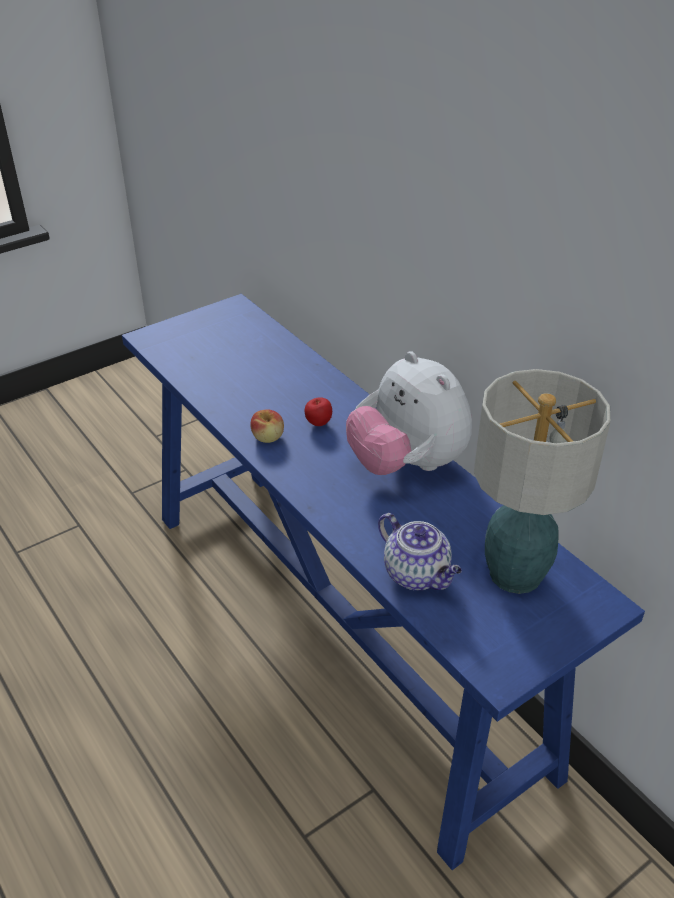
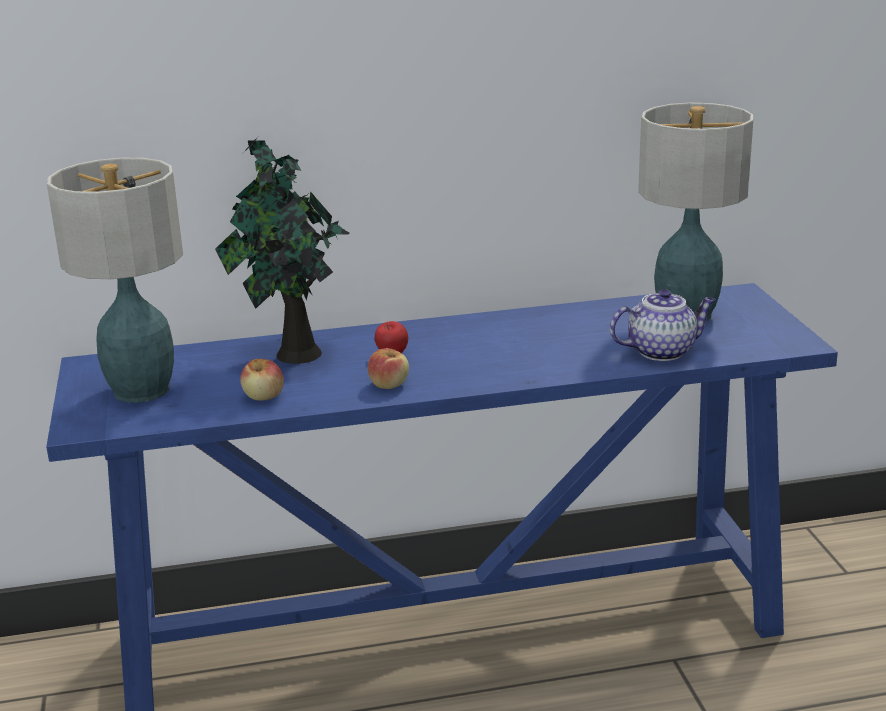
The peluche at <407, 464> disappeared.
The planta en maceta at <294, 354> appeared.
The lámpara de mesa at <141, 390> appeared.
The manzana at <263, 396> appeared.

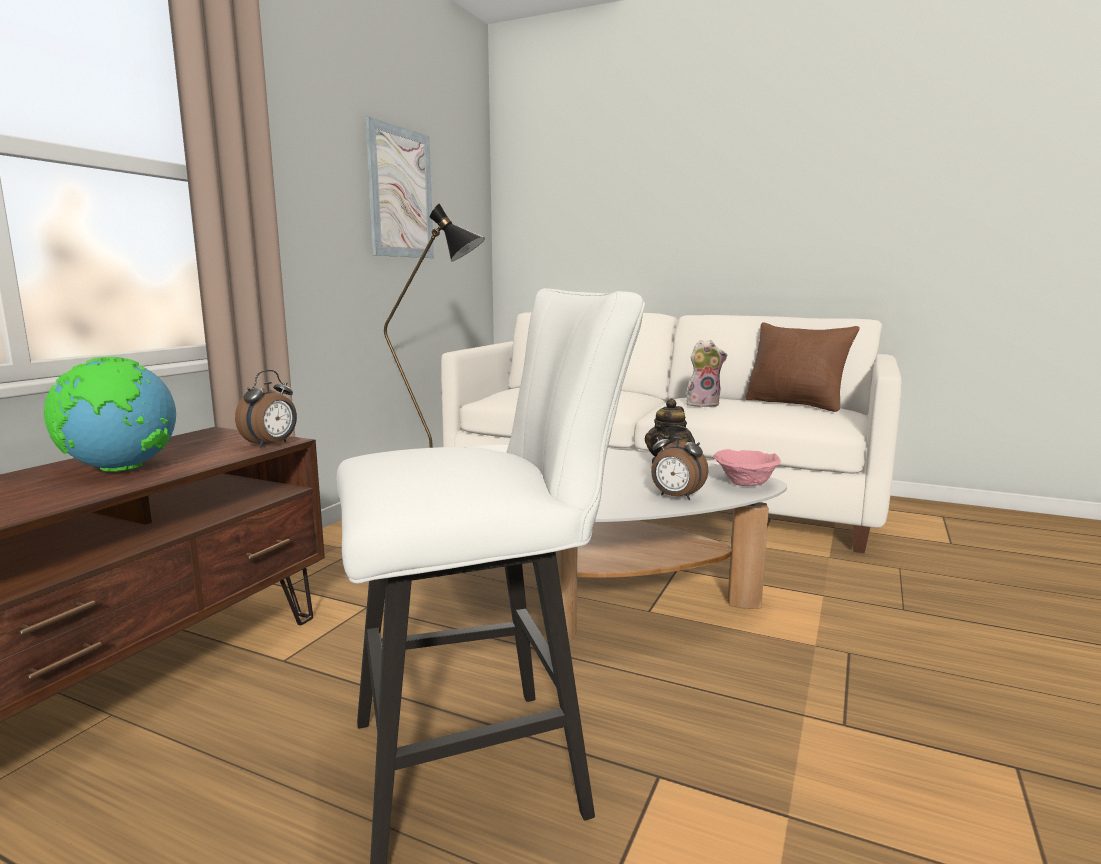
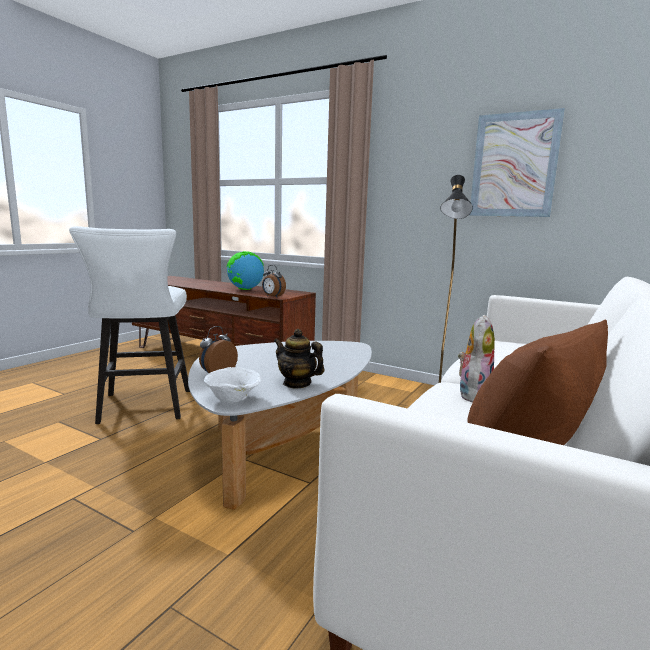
The peluche at <703, 404> turned 150 degrees counterclockwise.
The cuenco (rosa) at <744, 483> became the cuenco (blanco) at <234, 398>.

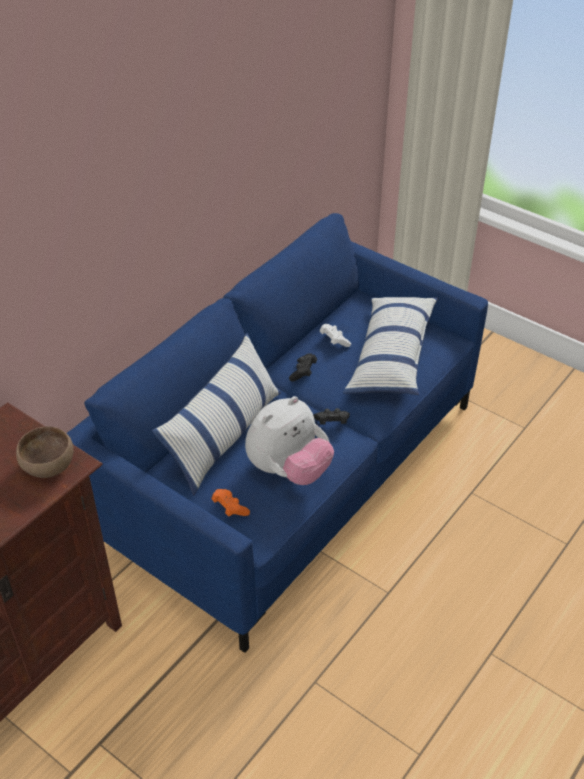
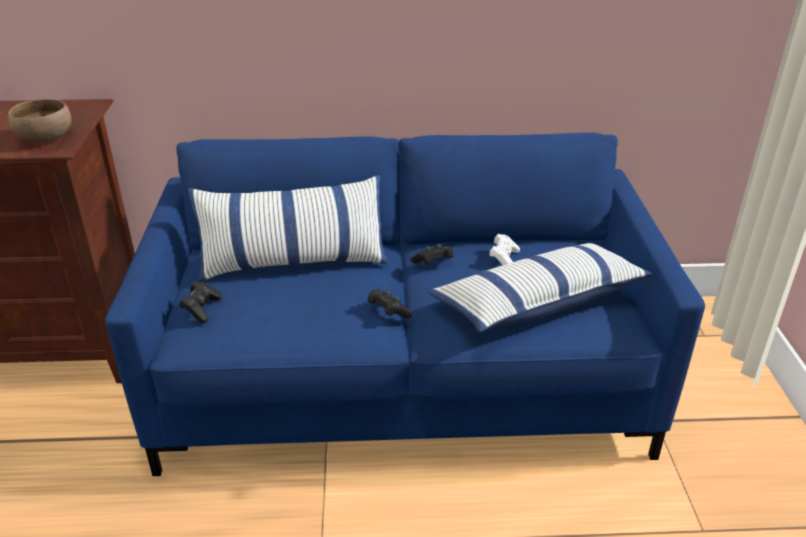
The peluche at <288, 470> disappeared.
The mando de consola (naranja) at <229, 508> became the mando de consola (negro) at <201, 309>.

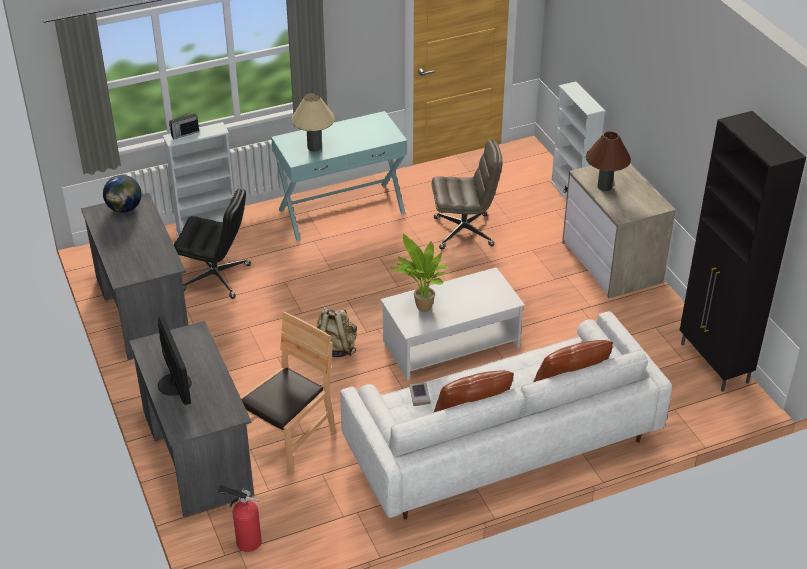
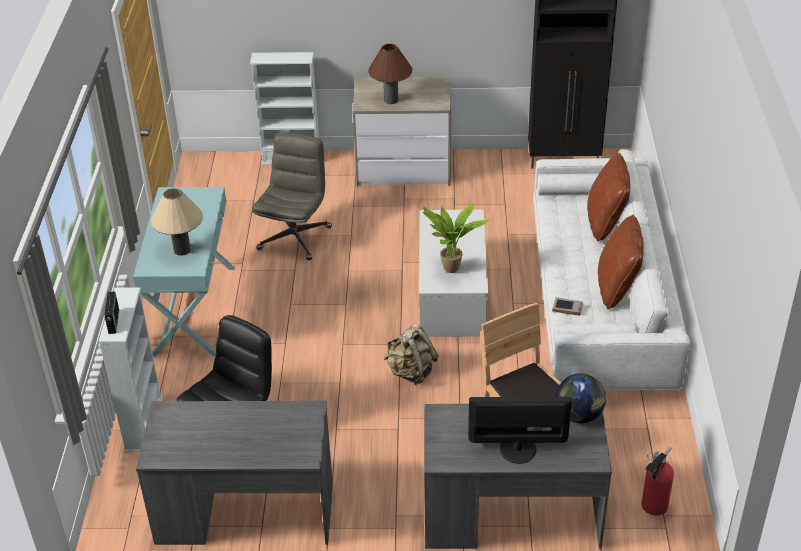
The globo terráqueo moved from <124, 209> to <579, 415>.

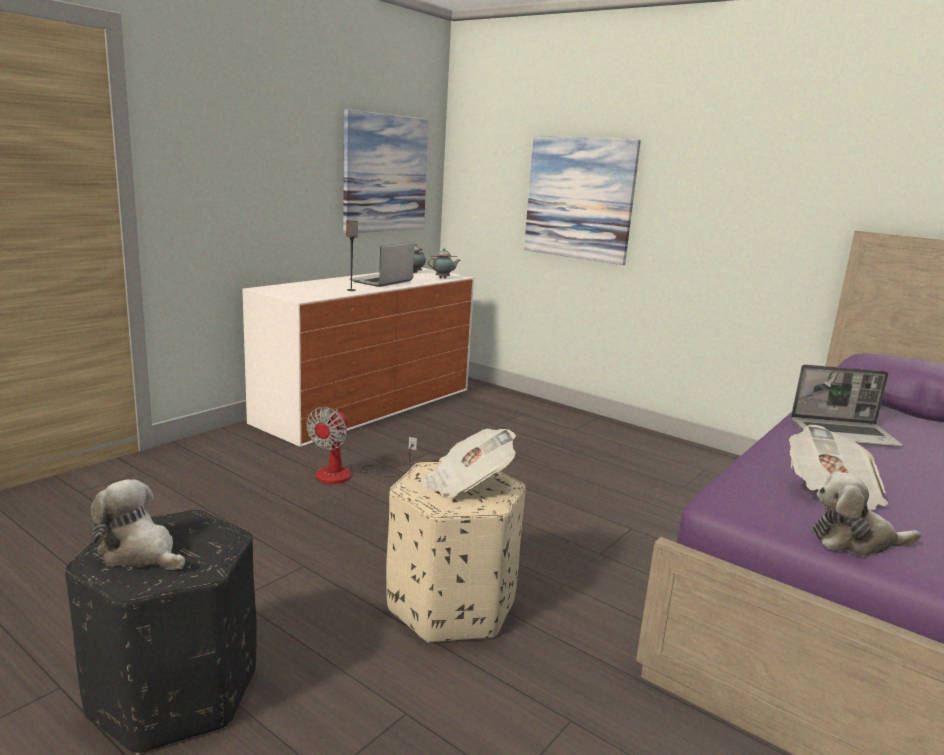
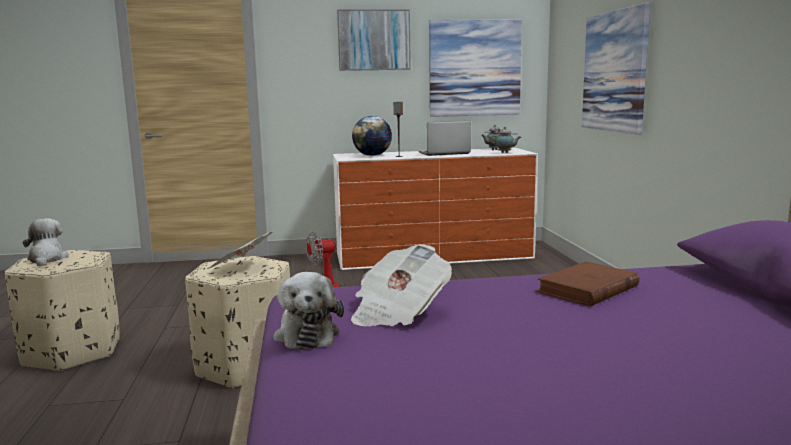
The portátil at <844, 434> was replaced by the libro (marrón) at <587, 289>.
The peluche at <855, 541> turned 150 degrees counterclockwise.
The puf (negro) at <173, 693> became the puf (beis) at <71, 352>.
The cuadro at <374, 40> appeared.
The globo terráqueo at <372, 155> appeared.

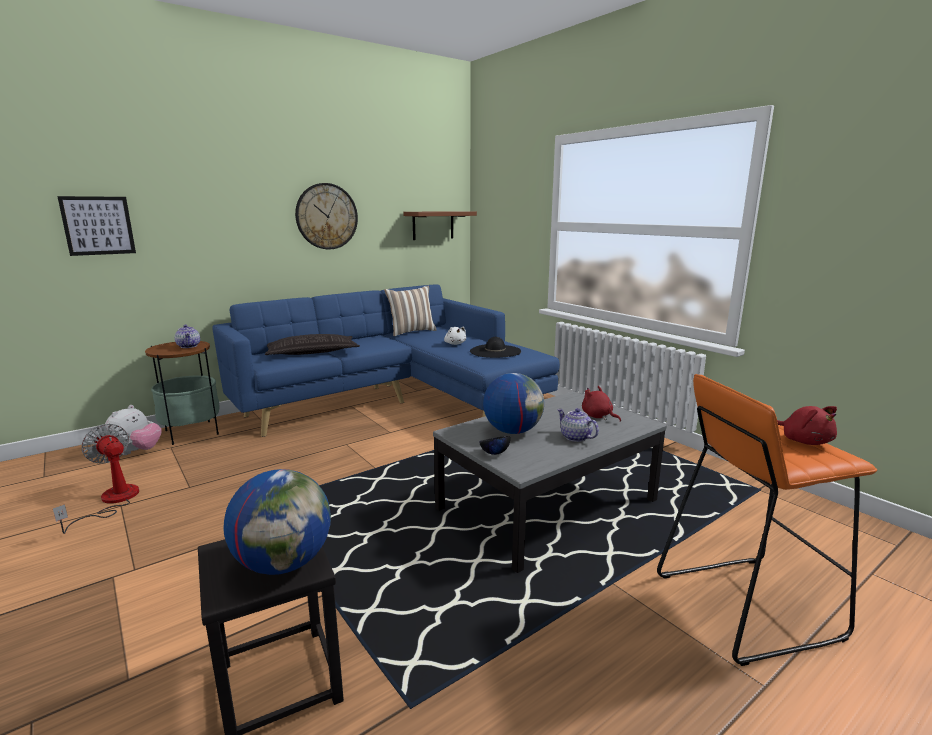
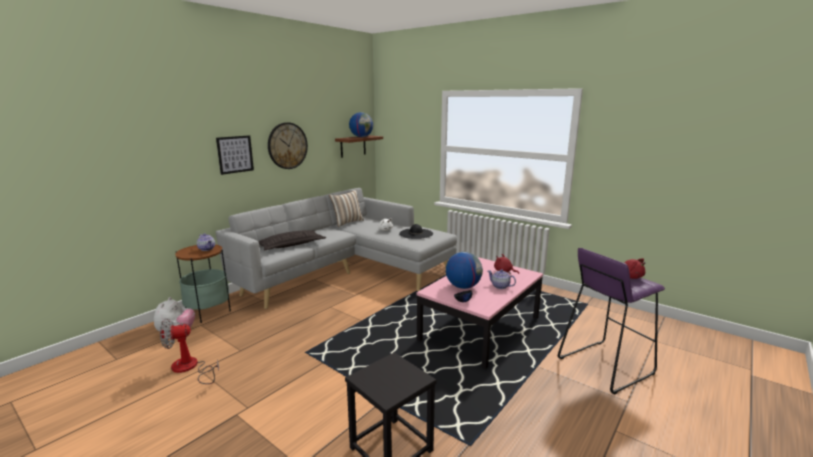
The cuadro moved from <98, 225> to <235, 154>.
The sofá (azul) at <402, 403> became the sofá (gris) at <349, 273>.
The taburete (naranja) at <745, 605> became the taburete (morado) at <604, 365>.
The mesa de centro (gris) at <547, 504> became the mesa de centro (rosa) at <480, 328>.
The ventilador at <112, 501> turned 45 degrees counterclockwise.
The globo terráqueo moved from <284, 563> to <361, 137>.

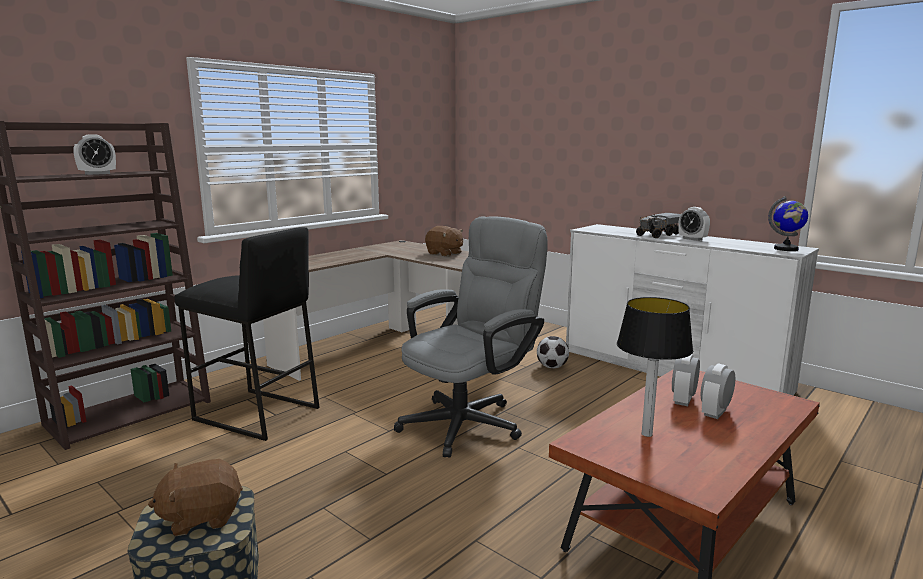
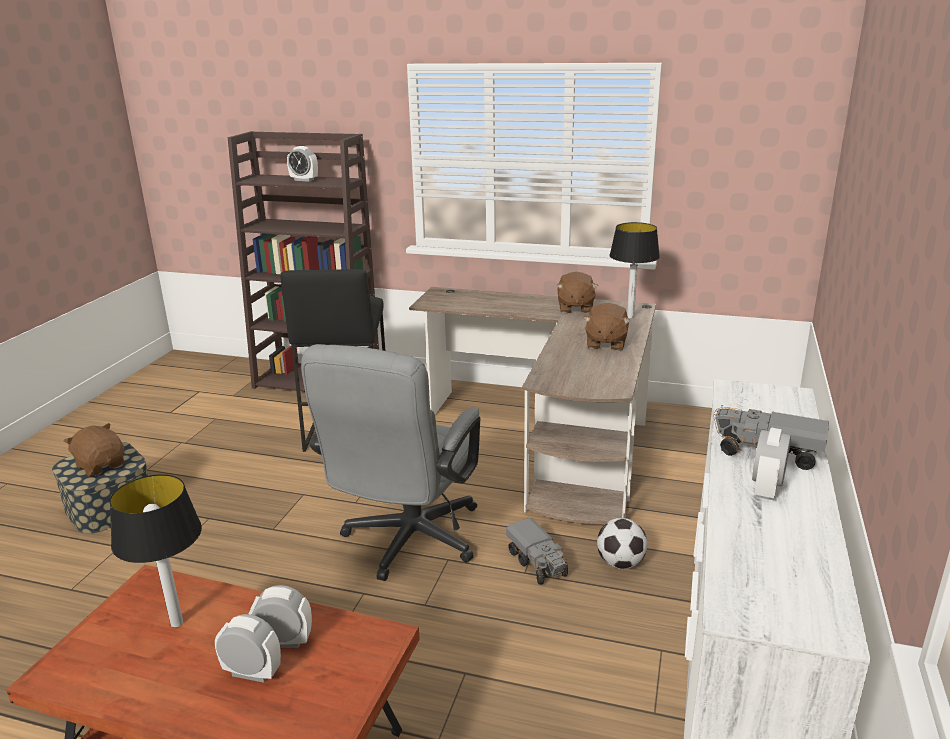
The globo terráqueo at <786, 249> disappeared.
The silla de oficina (gris) at <470, 421> turned 90 degrees clockwise.
The lámpara de mesa at <631, 317> appeared.
The peluche (marrón) at <575, 308> appeared.
The camión de juguete at <538, 563> appeared.

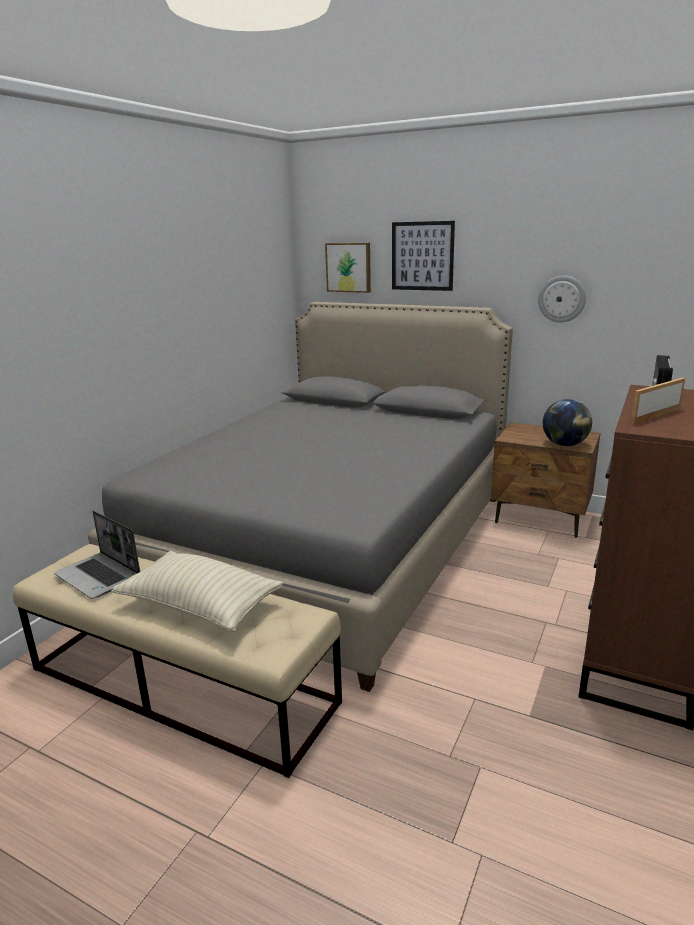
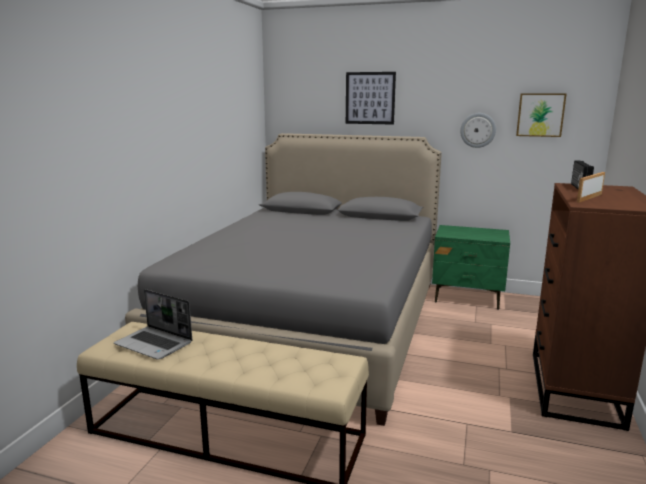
The cuadro moved from <349, 267> to <540, 115>.
The globo terráqueo at <564, 445> disappeared.
The mesita de noche (marrón) at <541, 518> became the mesita de noche (verde) at <467, 298>.
The cojín (beis) at <200, 606> disappeared.

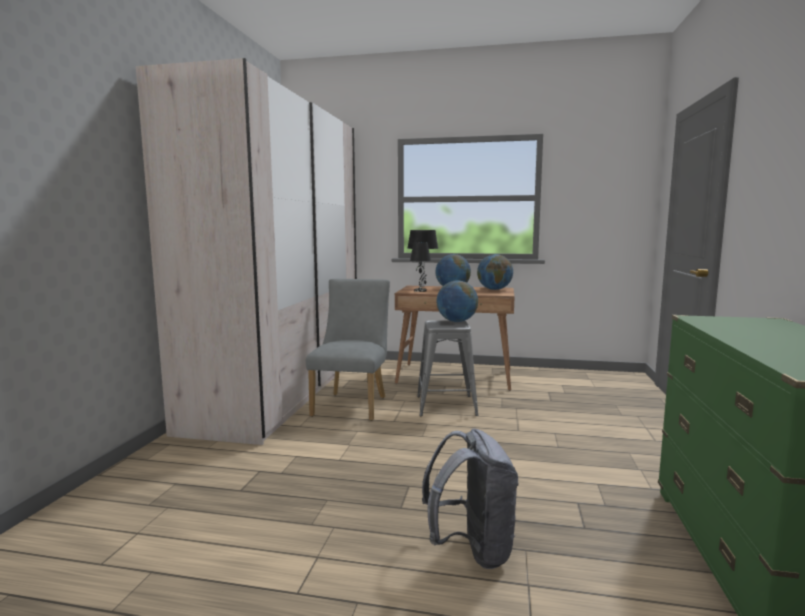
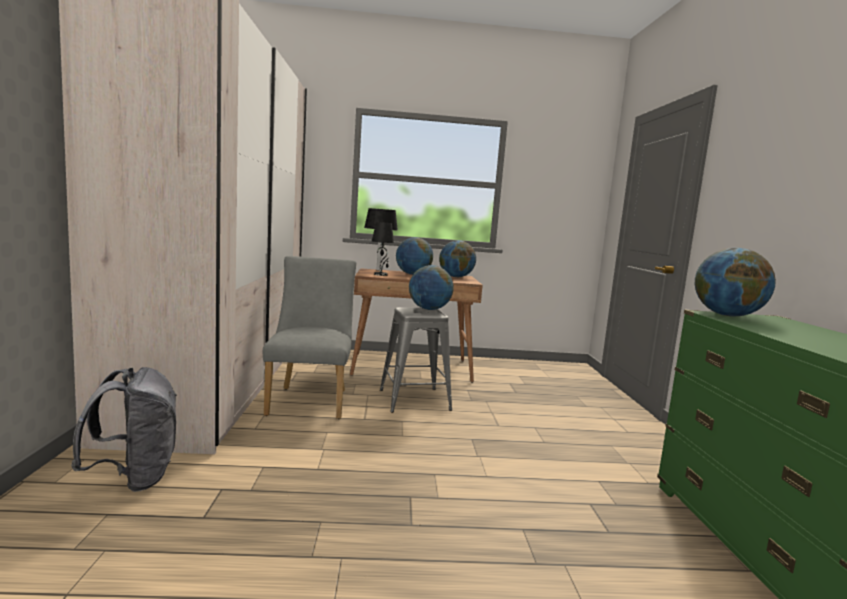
The mochila (gris) moved from <472, 549> to <134, 478>.
The globo terráqueo at <727, 315> appeared.

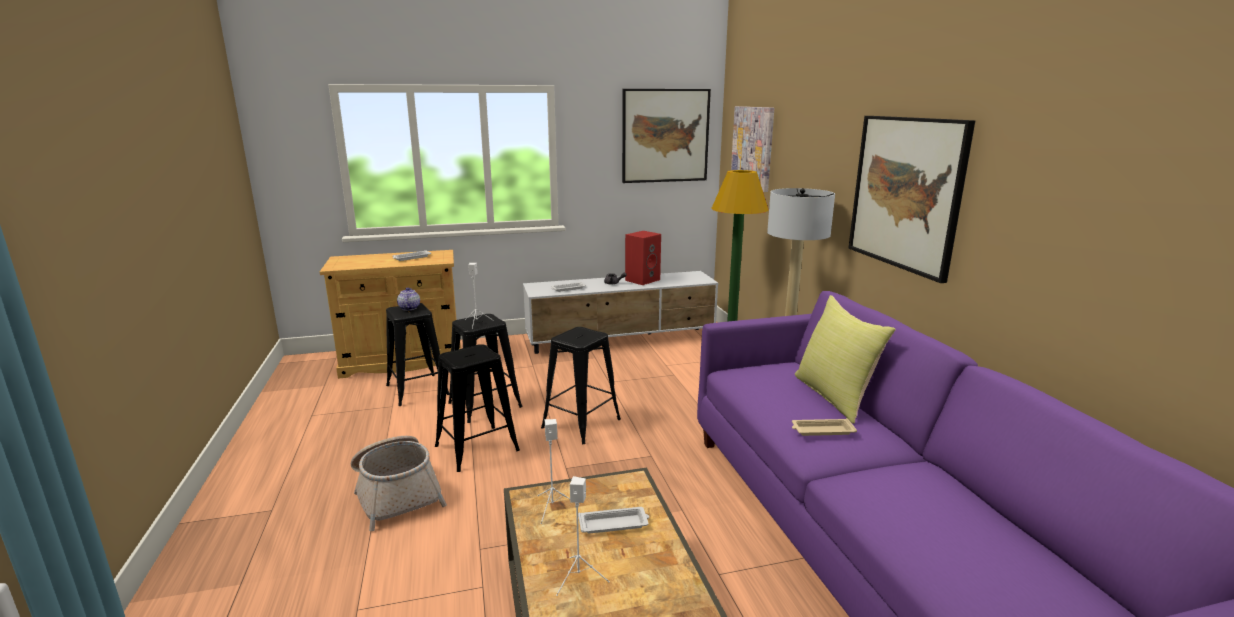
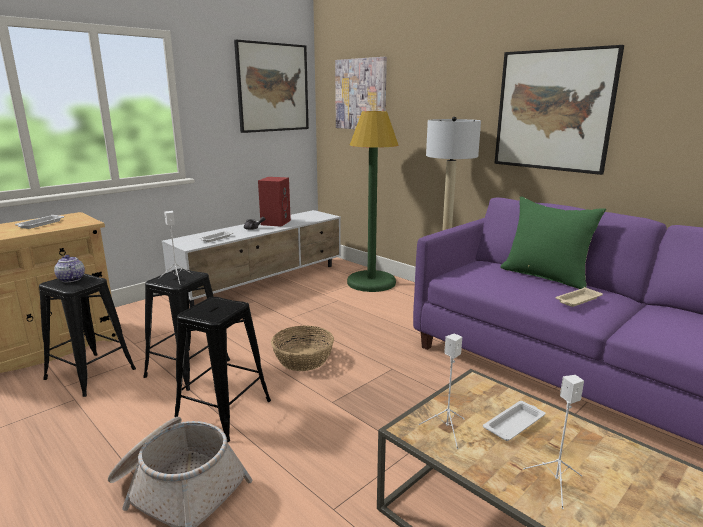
The cojín (amarillo) at <835, 396> became the cojín (verde) at <546, 276>.
The taburete (negro) at <581, 423> was replaced by the cesta at <303, 359>.

